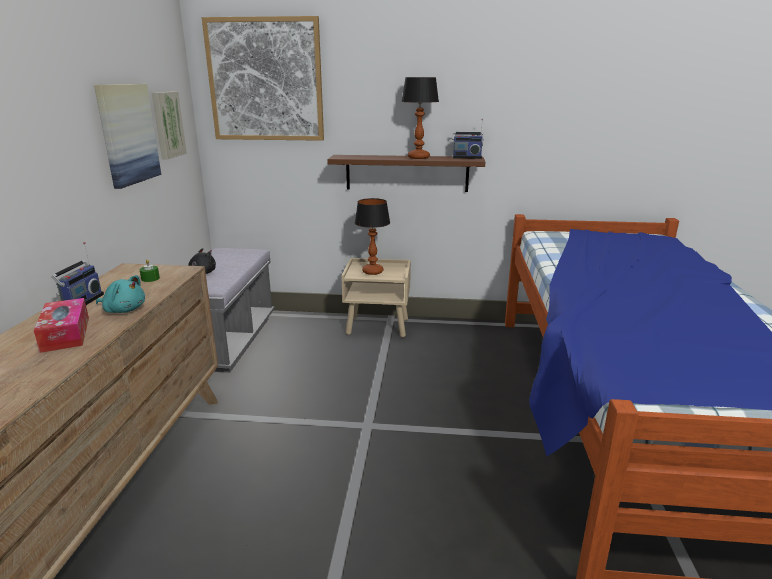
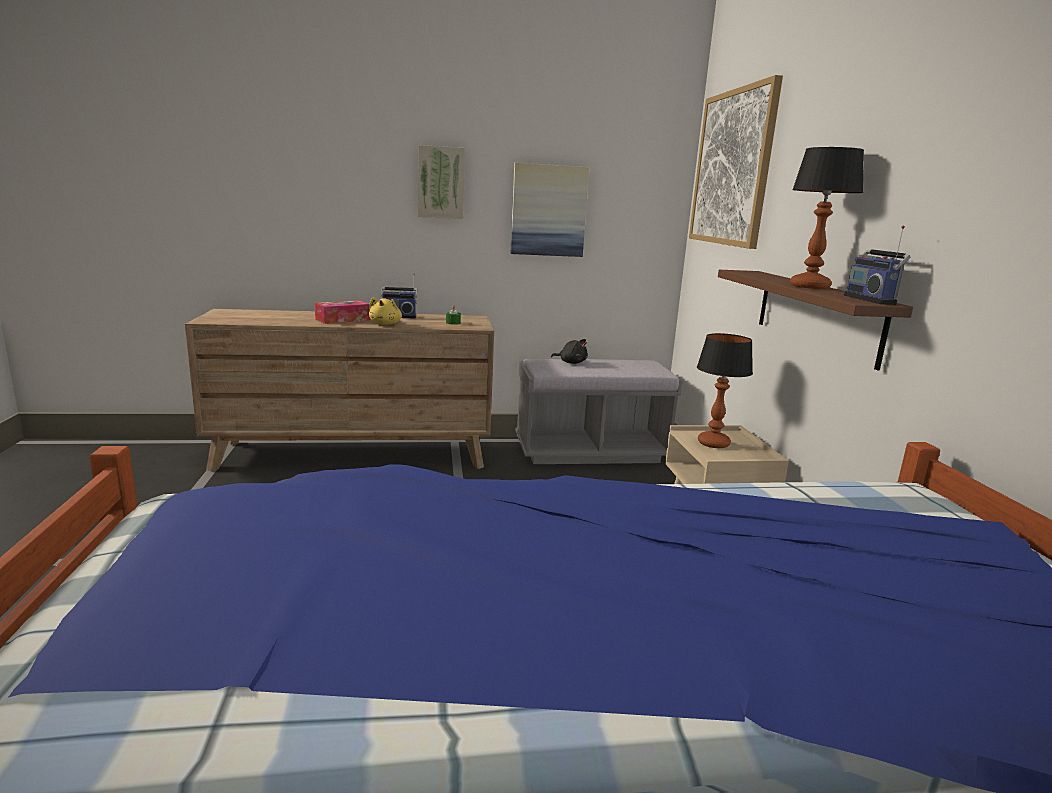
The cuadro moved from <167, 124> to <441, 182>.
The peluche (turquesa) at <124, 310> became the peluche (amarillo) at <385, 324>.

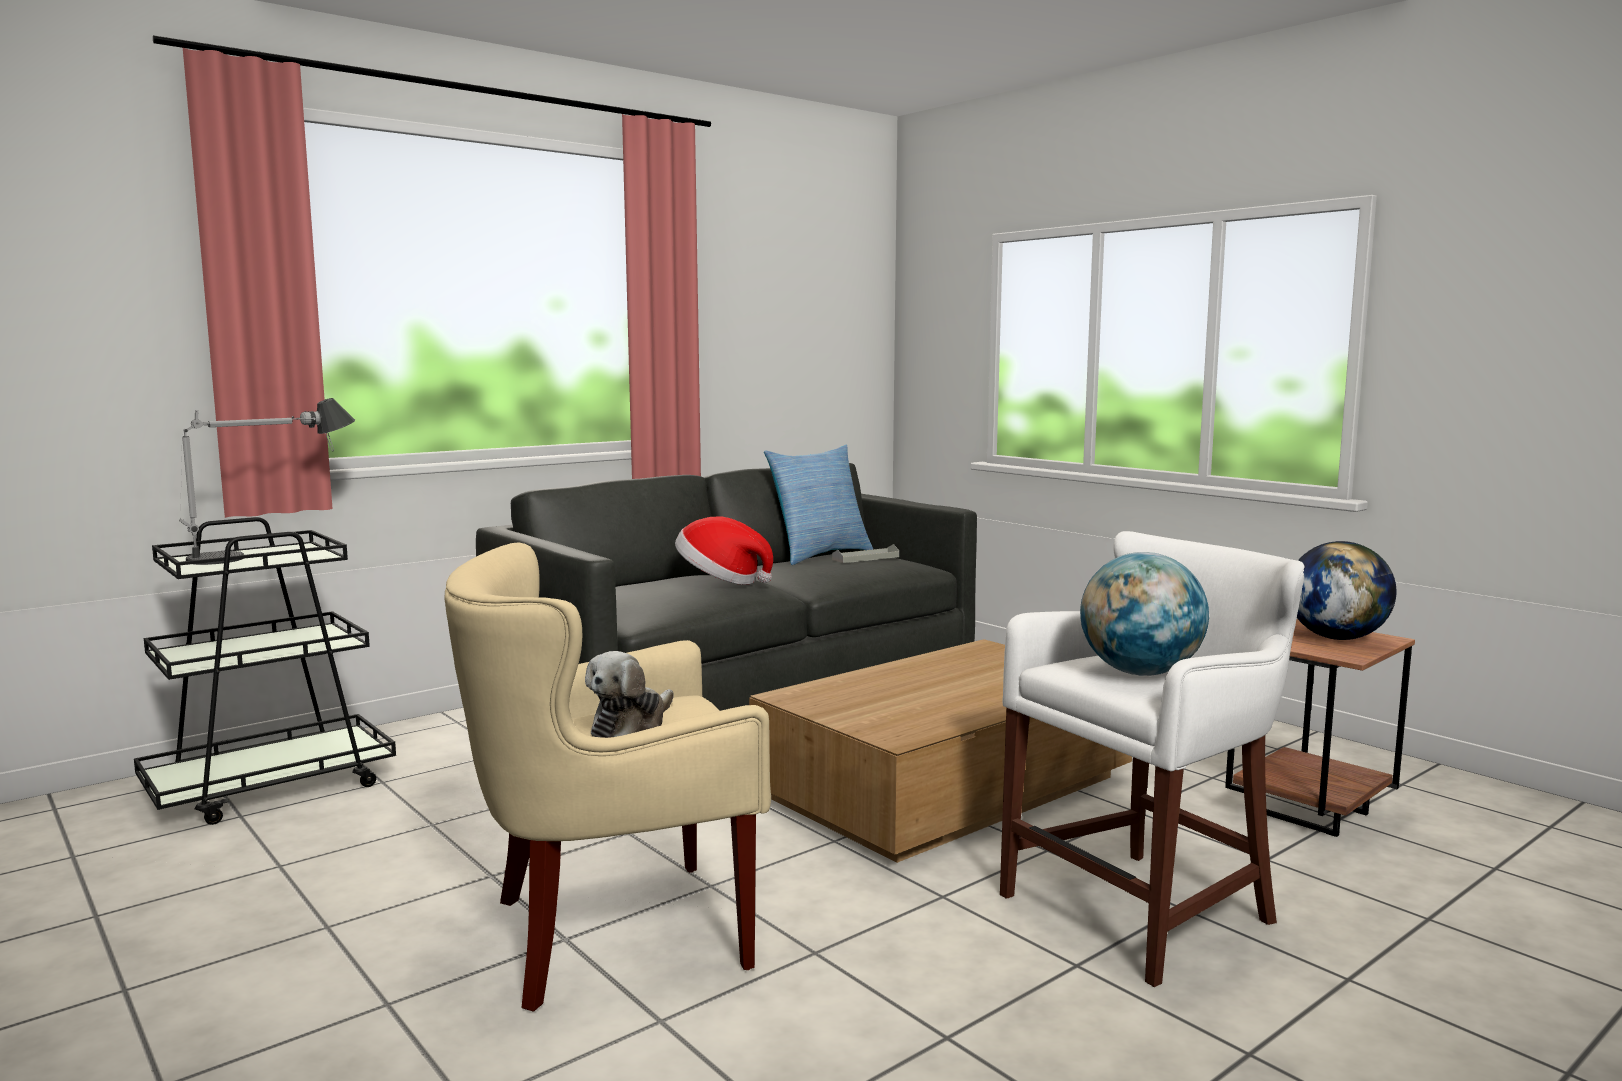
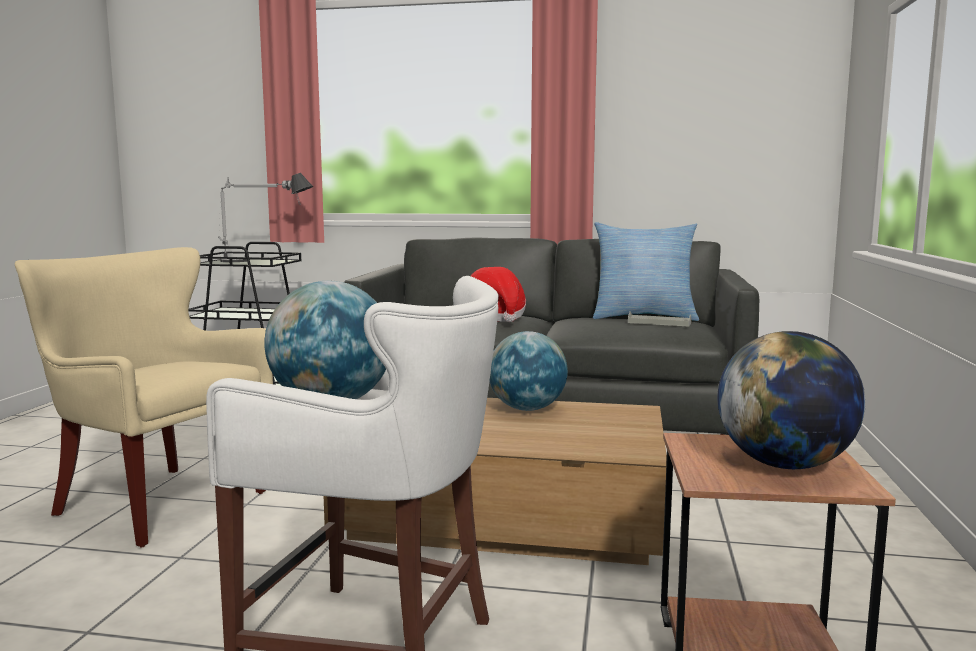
The peluche at <631, 726> disappeared.
The globo terráqueo at <527, 409> appeared.

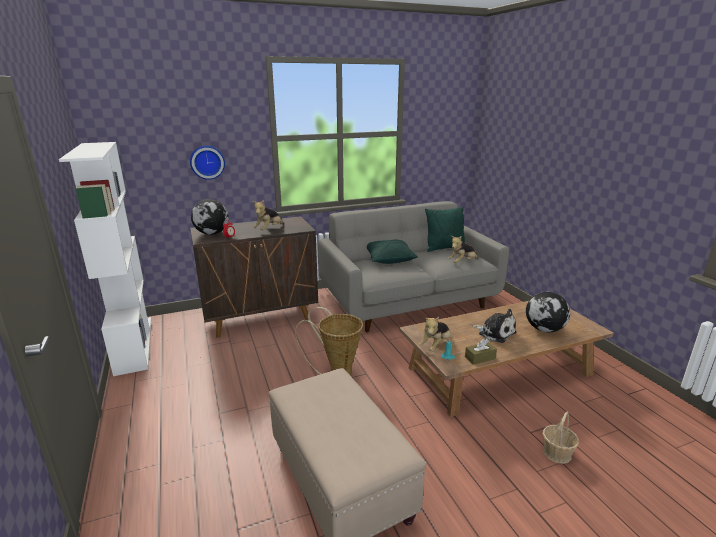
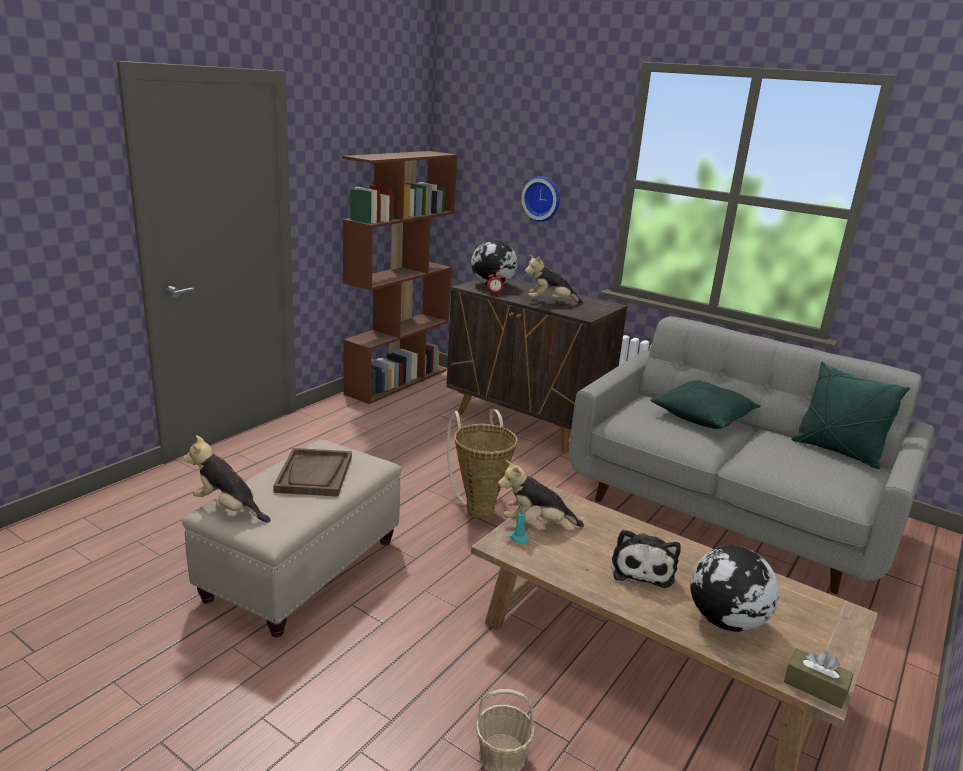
The estantería (blanco) at <133, 344> became the estantería (marrón) at <397, 381>.
The peluche moved from <462, 262> to <228, 508>.
The caja de pañuelos (marrón) moved from <480, 358> to <815, 687>.
The bandeja (marrón) at <314, 474> appeared.

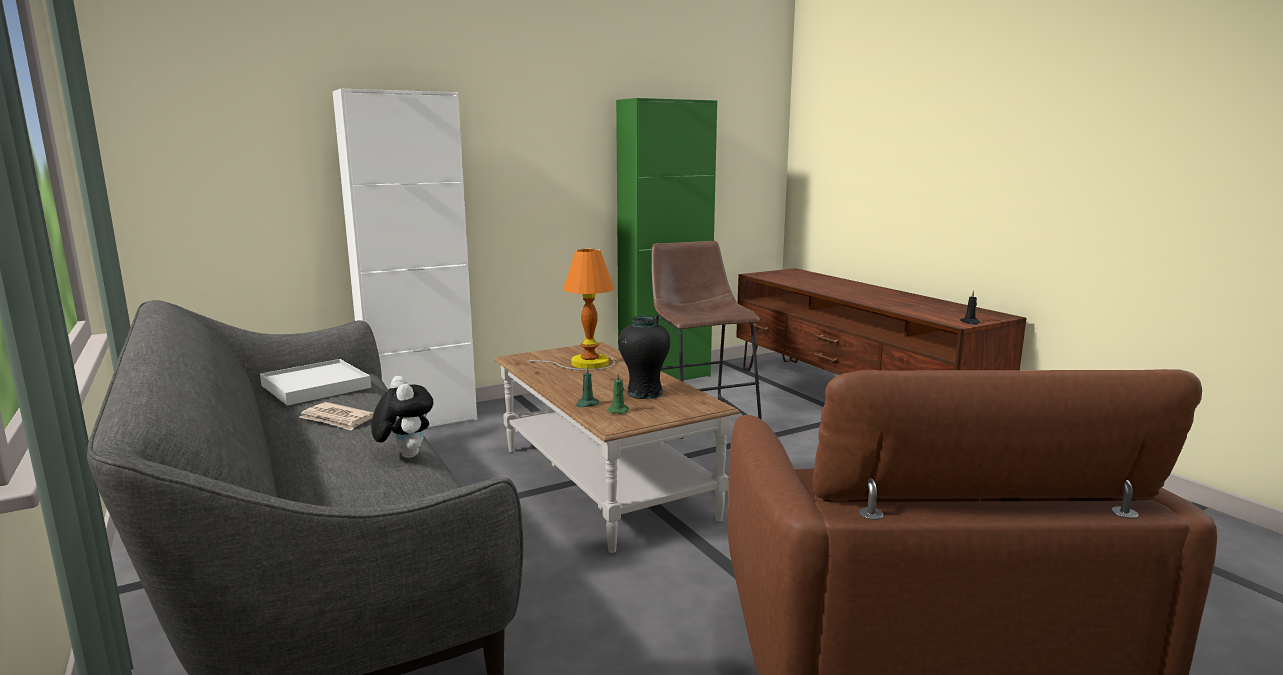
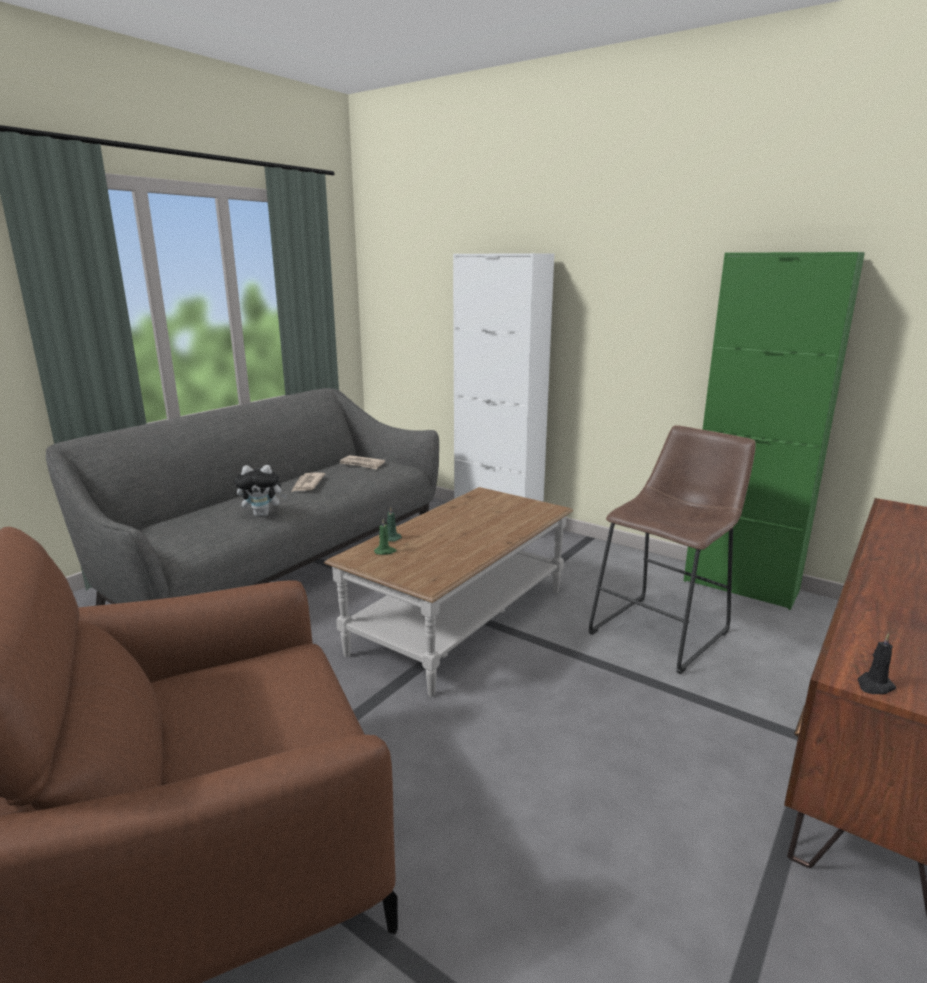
The lámpara de mesa at <585, 364> disappeared.
The florero (negro) at <644, 393> disappeared.
The bandeja (blanco) at <316, 386> was replaced by the periódico at <362, 464>.
The peluche at <405, 455> turned 45 degrees clockwise.

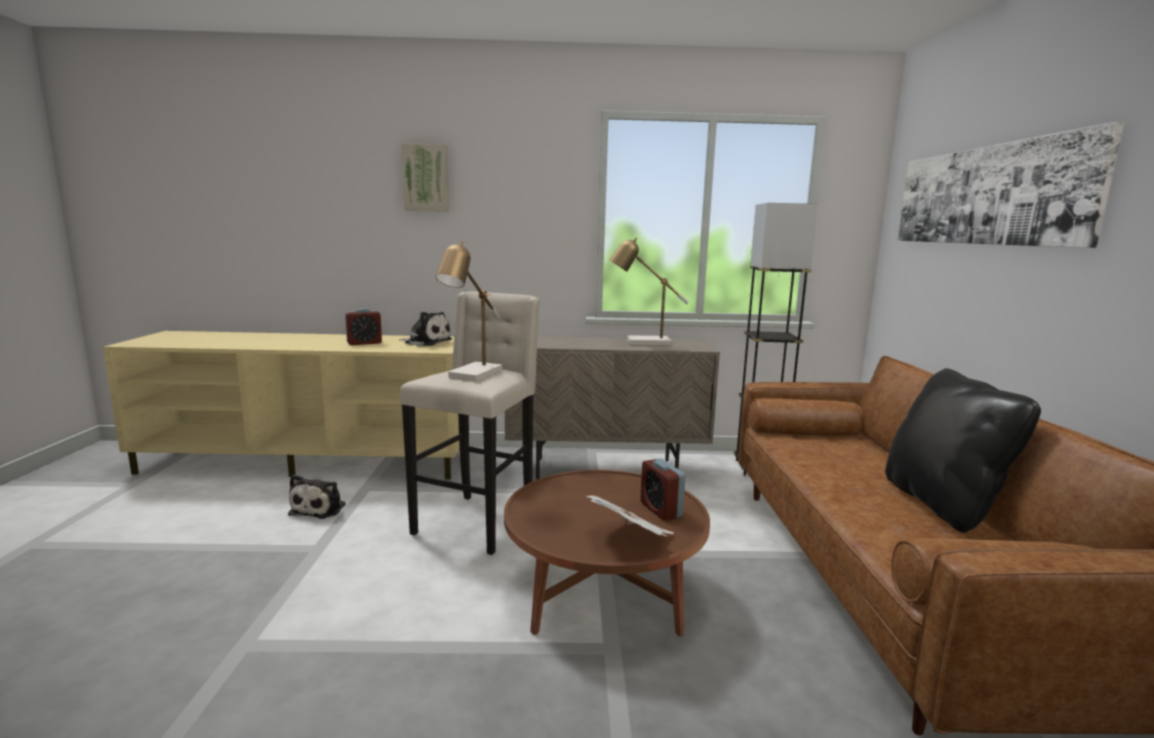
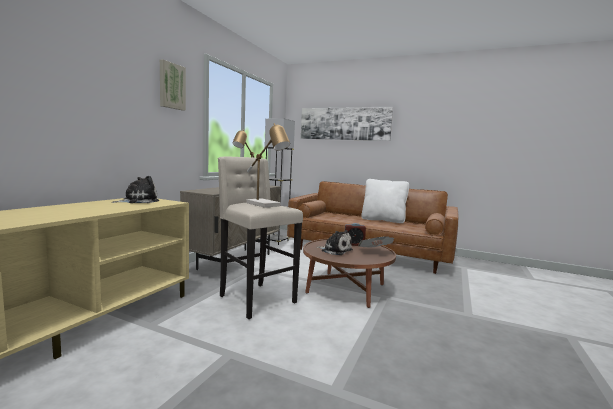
The cuadro moved from <426, 178> to <171, 86>.
The despertador at <364, 343> disappeared.
The cojín (negro) at <942, 504> became the cojín (blanco) at <383, 220>.
The peluche moved from <320, 508> to <335, 250>.

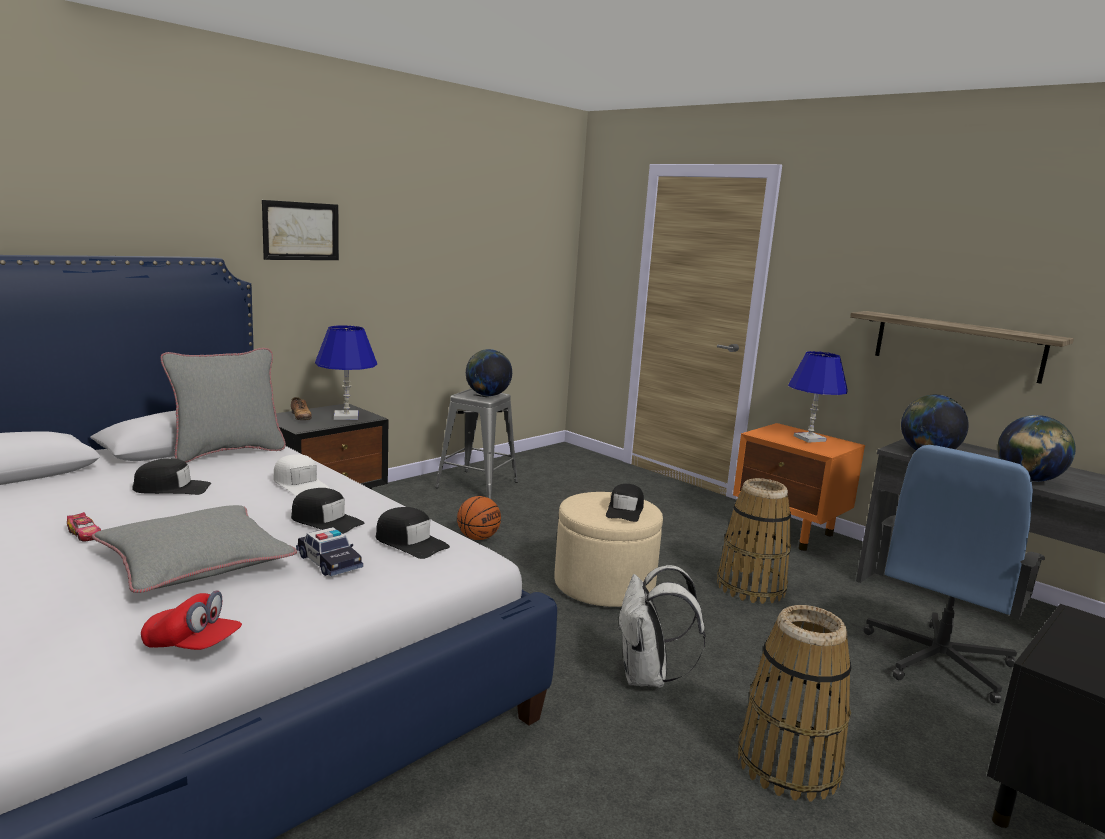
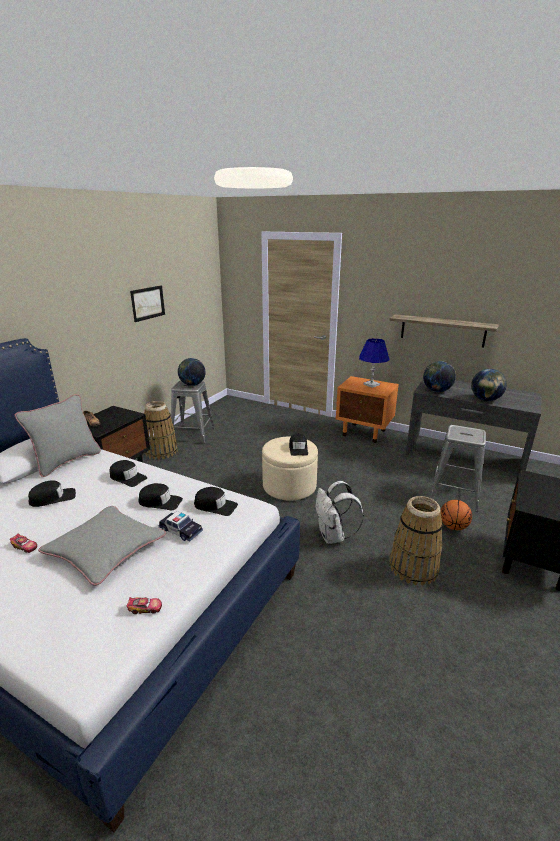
The cuadro moved from <301, 231> to <148, 303>.
The lámpara de mesa (azul) at <346, 416> disappeared.
The silla de oficina (azul) at <936, 661> was replaced by the taburete (gris) at <454, 494>.
The gorra (blanco) at <300, 484> became the gorra (negro) at <127, 477>.
The cesta moved from <751, 587> to <161, 451>.
The balón de baloncesto moved from <478, 538> to <453, 527>.
The gorra (rojo) at <192, 645> was replaced by the coche de juguete at <145, 608>.

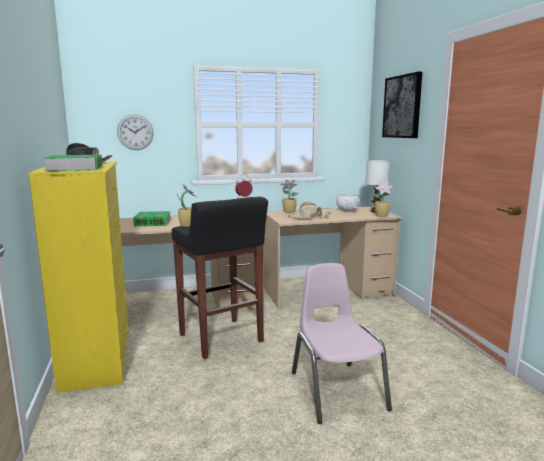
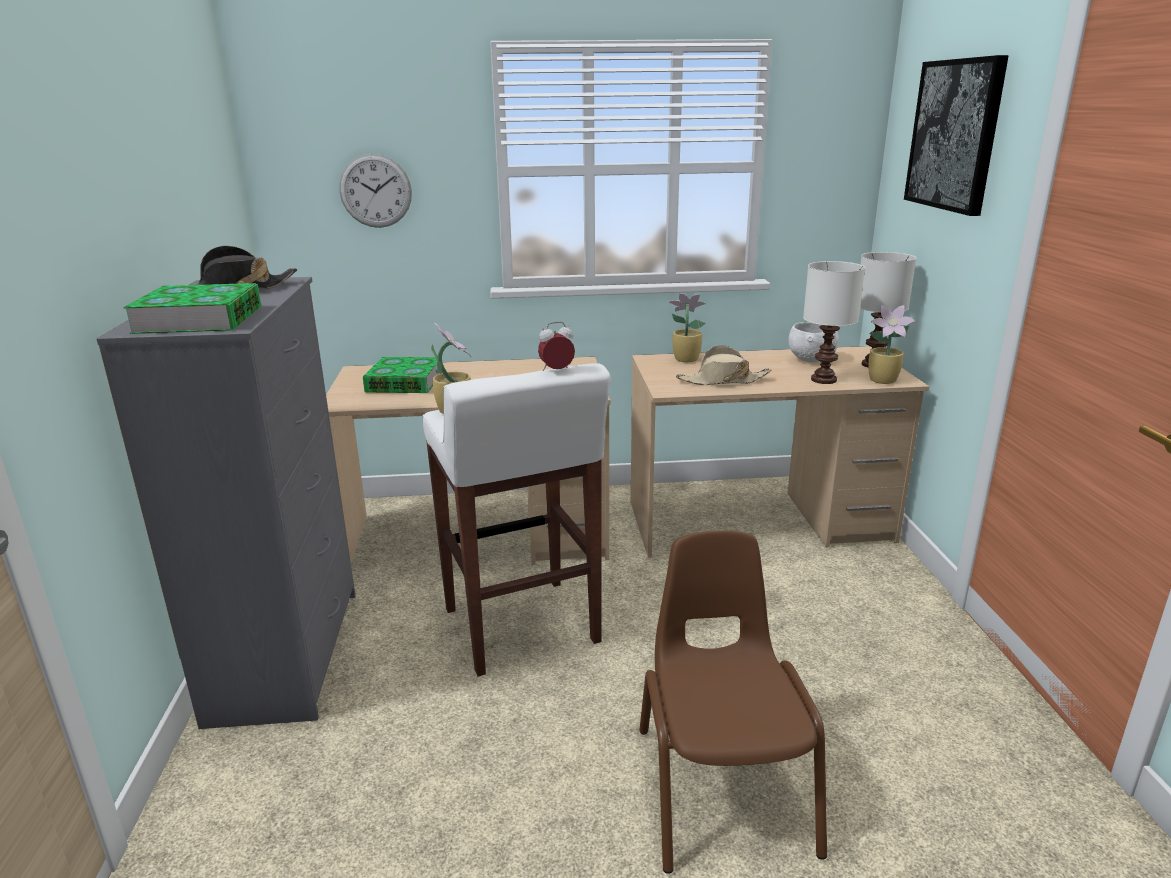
The cómoda (amarillo) at <98, 358> became the cómoda (gris) at <288, 653>.
The taburete (negro) at <221, 339> became the taburete (blanco) at <521, 627>.
The silla (rosa) at <337, 390> became the silla (marrón) at <722, 788>.
The lámpara de mesa (blanco) at <822, 380> appeared.

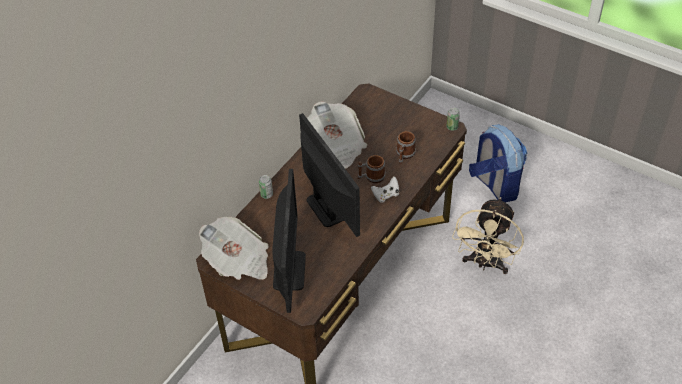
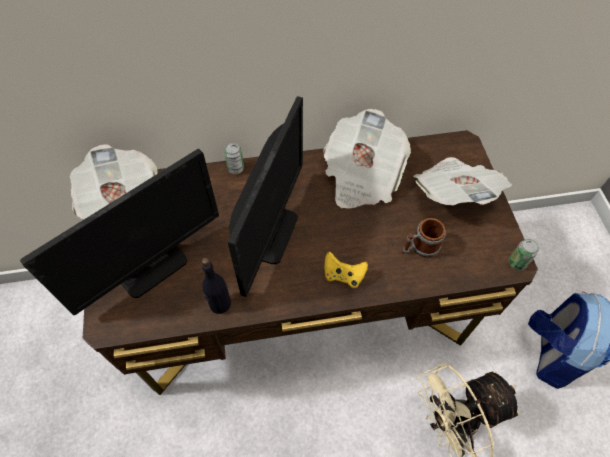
The taza grande at <371, 177> disappeared.
The mando de consola (blanco) at <386, 195> became the mando de consola (amarillo) at <343, 275>.
The periódico at <453, 193> appeared.
The botella (negro) at <219, 304> appeared.

